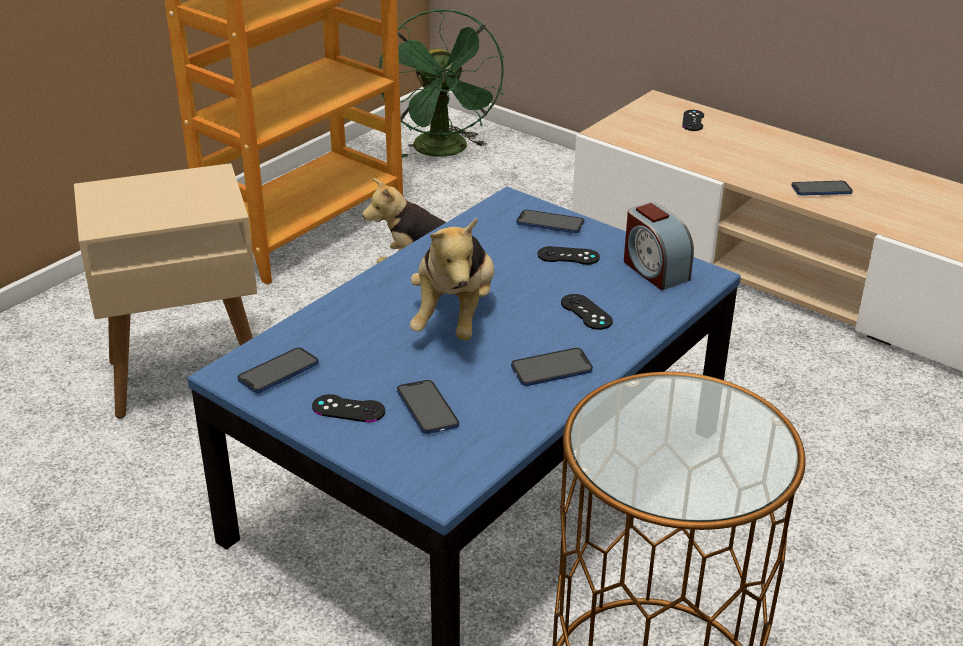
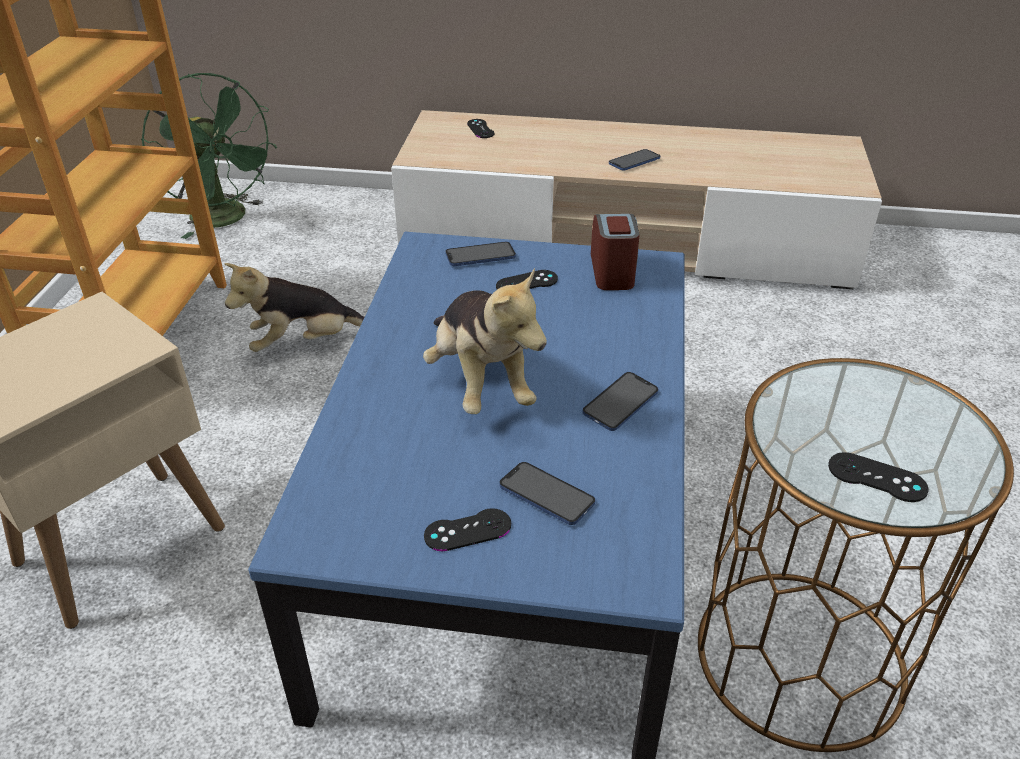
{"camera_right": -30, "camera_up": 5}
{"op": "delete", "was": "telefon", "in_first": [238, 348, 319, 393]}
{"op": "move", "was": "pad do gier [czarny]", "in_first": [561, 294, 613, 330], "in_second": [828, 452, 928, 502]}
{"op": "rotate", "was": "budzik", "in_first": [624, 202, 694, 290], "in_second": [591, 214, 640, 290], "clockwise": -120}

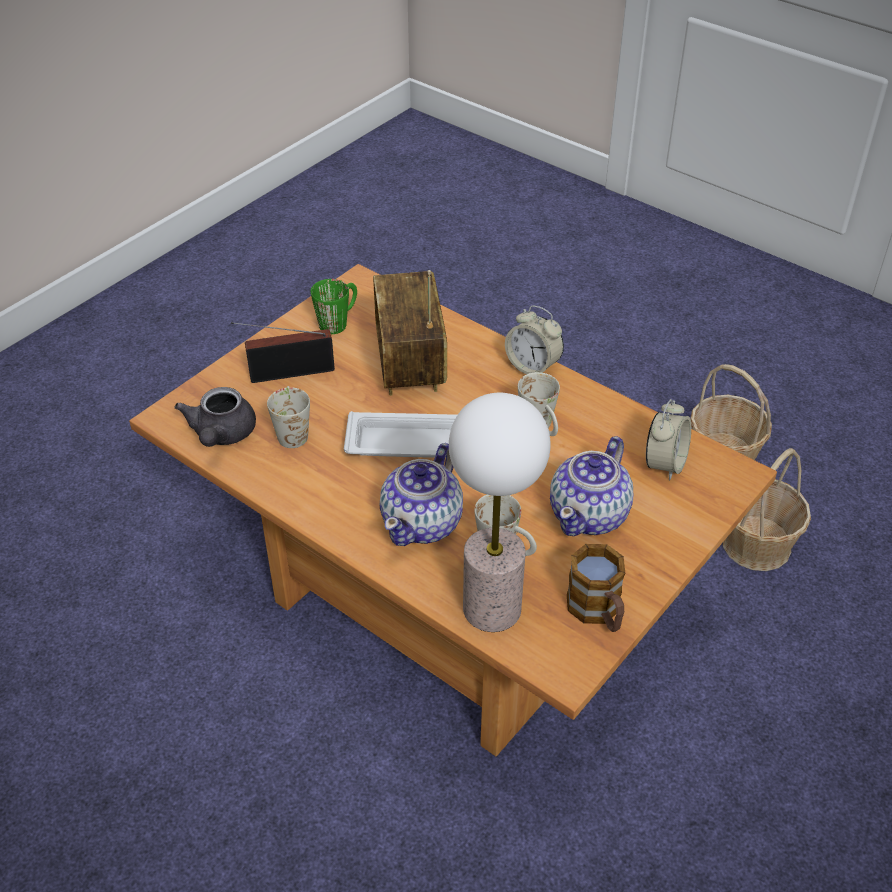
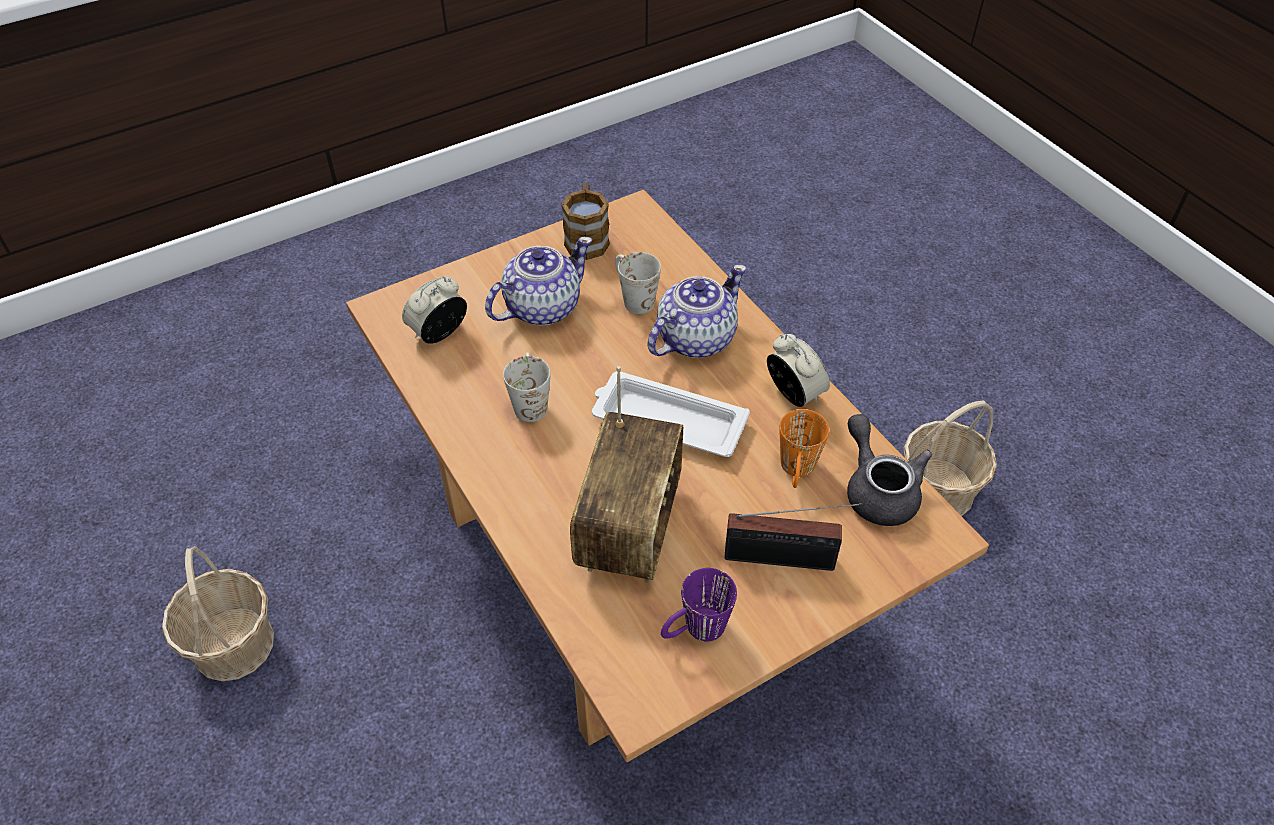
{"camera_right": -160, "camera_up": 5}
{"op": "delete", "was": "lampa stołowa", "in_first": [449, 393, 551, 632]}
{"op": "move", "was": "budzik", "in_first": [505, 305, 564, 374], "in_second": [767, 334, 830, 407]}
{"op": "move", "was": "koszyk", "in_first": [723, 448, 811, 571], "in_second": [904, 401, 997, 516]}
{"op": "recolor", "was": "kubek [biały]", "now": "kubek [pomarańczowy]", "in_first": [267, 386, 310, 448], "in_second": [779, 409, 829, 488]}
{"op": "recolor", "was": "kubek [zielony]", "now": "kubek [fioletowy]", "in_first": [311, 279, 357, 334], "in_second": [661, 568, 737, 641]}
{"op": "rotate", "was": "imbryk [szary]", "in_first": [175, 387, 256, 447], "in_second": [847, 414, 932, 526], "clockwise": -45}

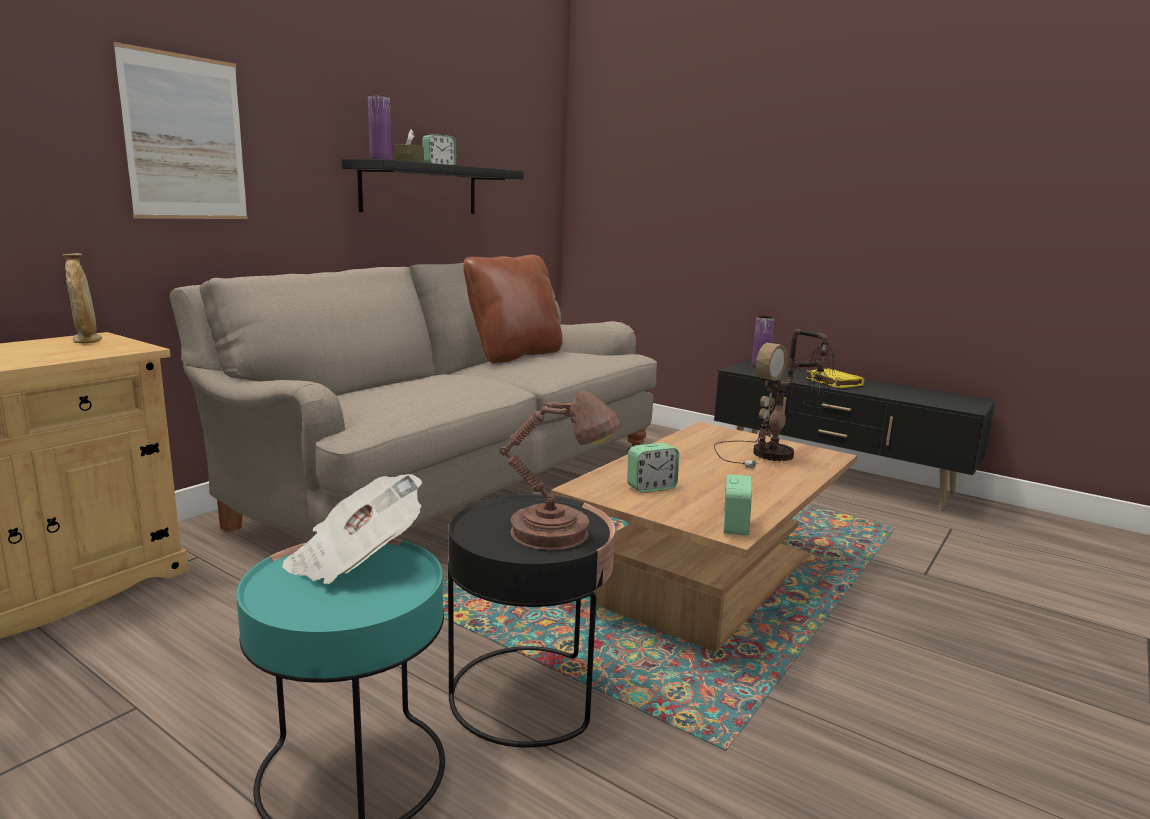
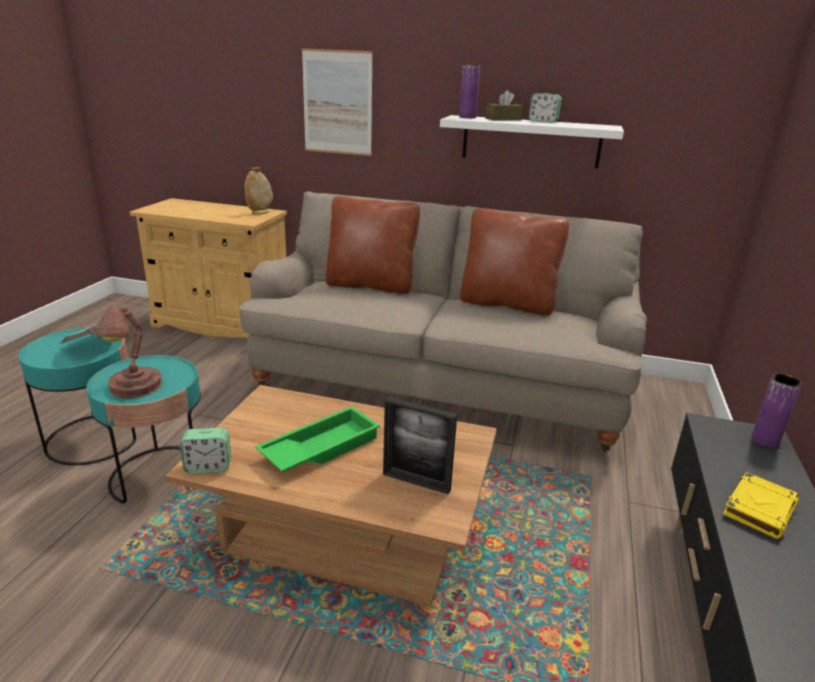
{"camera_right": 70, "camera_up": 10}
{"op": "delete", "was": "budzik", "in_first": [627, 443, 679, 493]}
{"op": "insert", "now": "taca [zielony]", "in_second": [255, 406, 380, 472]}
{"op": "insert", "now": "poduszka [brązowy]", "in_second": [326, 196, 420, 294]}
{"op": "replace", "was": "lampa stołowa", "now": "ramka na zdjęcie", "in_first": [714, 329, 835, 468], "in_second": [383, 397, 457, 494]}
{"op": "recolor", "was": "półka [czarny]", "now": "półka [biały]", "in_first": [342, 159, 524, 214], "in_second": [440, 115, 624, 168]}
{"op": "recolor", "was": "stolik [czarny]", "now": "stolik [turkusowy]", "in_first": [448, 494, 615, 748], "in_second": [86, 355, 201, 504]}

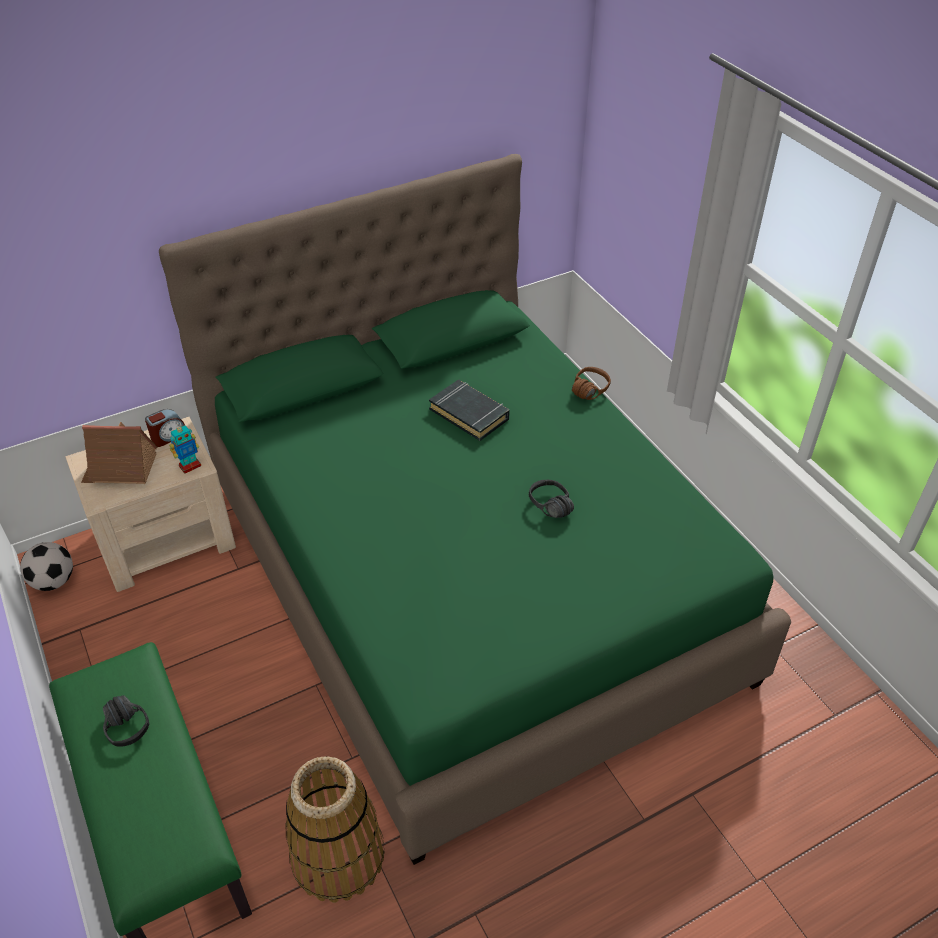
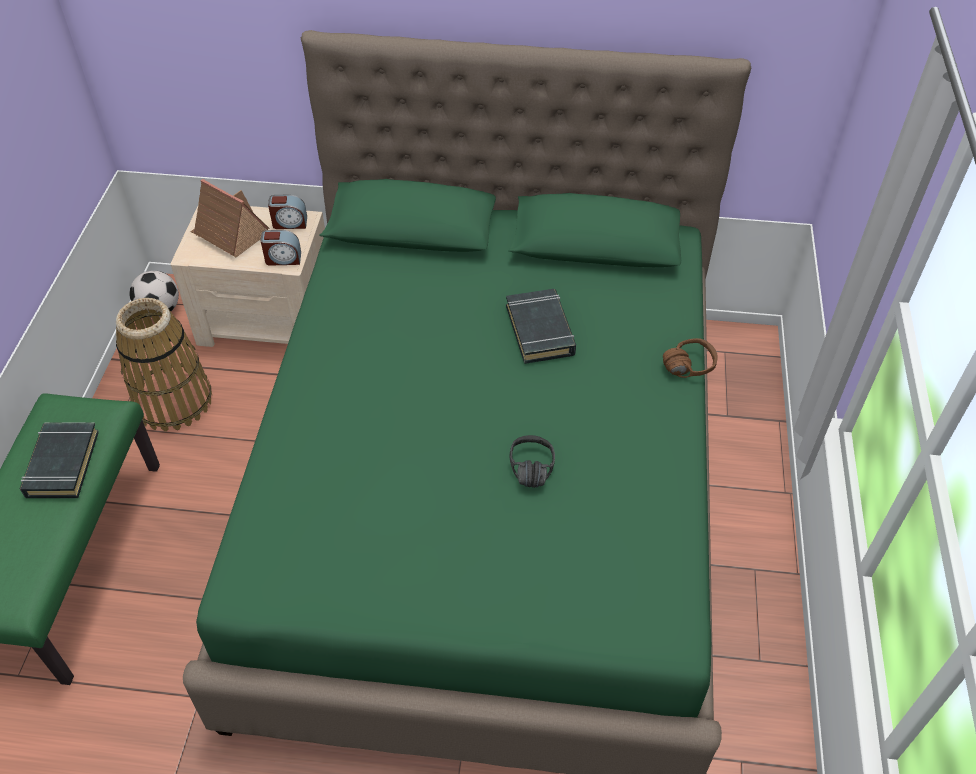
{"camera_right": 35, "camera_up": 5}
{"op": "move", "was": "koszyk", "in_first": [286, 756, 385, 903], "in_second": [116, 298, 212, 431]}
{"op": "replace", "was": "słuchawki [czarny]", "now": "książka [czarny]", "in_first": [103, 695, 149, 747], "in_second": [20, 422, 99, 498]}
{"op": "replace", "was": "robot zabawkowy", "now": "budzik", "in_first": [169, 424, 201, 474], "in_second": [260, 230, 301, 266]}

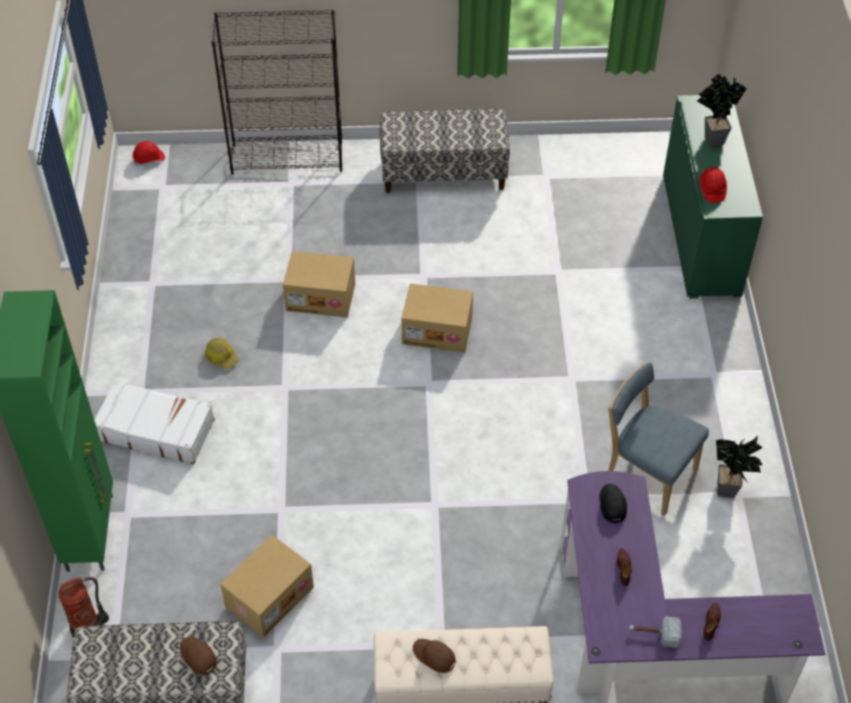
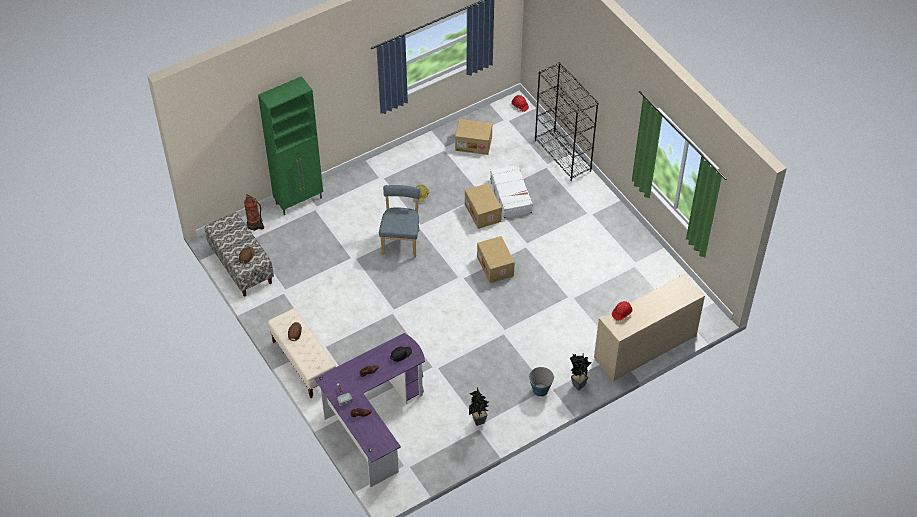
{"camera_right": 60, "camera_up": 0}
{"op": "delete", "was": "ławka", "in_first": [380, 108, 510, 193]}
{"op": "insert", "now": "wiadro", "in_second": [529, 367, 554, 397]}
{"op": "move", "was": "walizka [biały]", "in_first": [94, 381, 215, 464], "in_second": [490, 165, 533, 218]}
{"op": "move", "was": "karton", "in_first": [220, 535, 314, 638], "in_second": [455, 119, 492, 155]}
{"op": "move", "was": "krzesło [niebieski]", "in_first": [608, 362, 709, 516], "in_second": [379, 185, 420, 258]}
{"op": "move", "was": "roślina doniczkowa", "in_first": [697, 74, 747, 147], "in_second": [570, 353, 592, 390]}
{"op": "recolor", "was": "szafka [zielony]", "now": "szafka [beżowy]", "in_first": [663, 95, 763, 298], "in_second": [594, 273, 705, 382]}

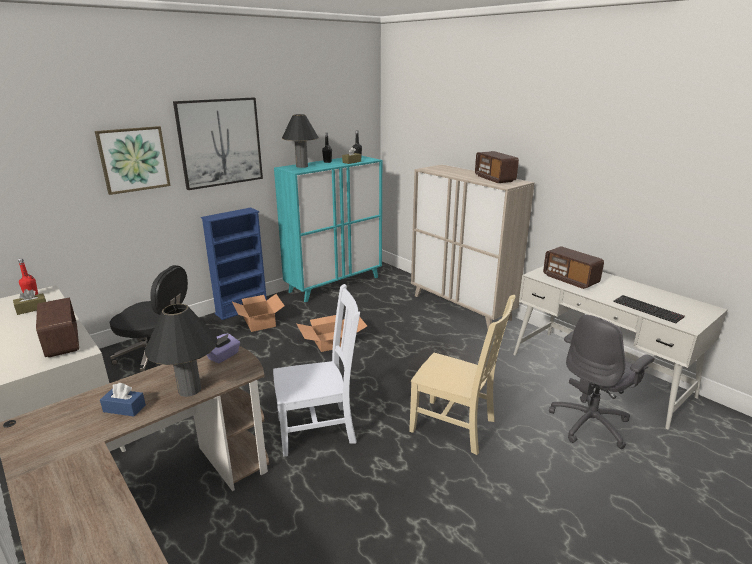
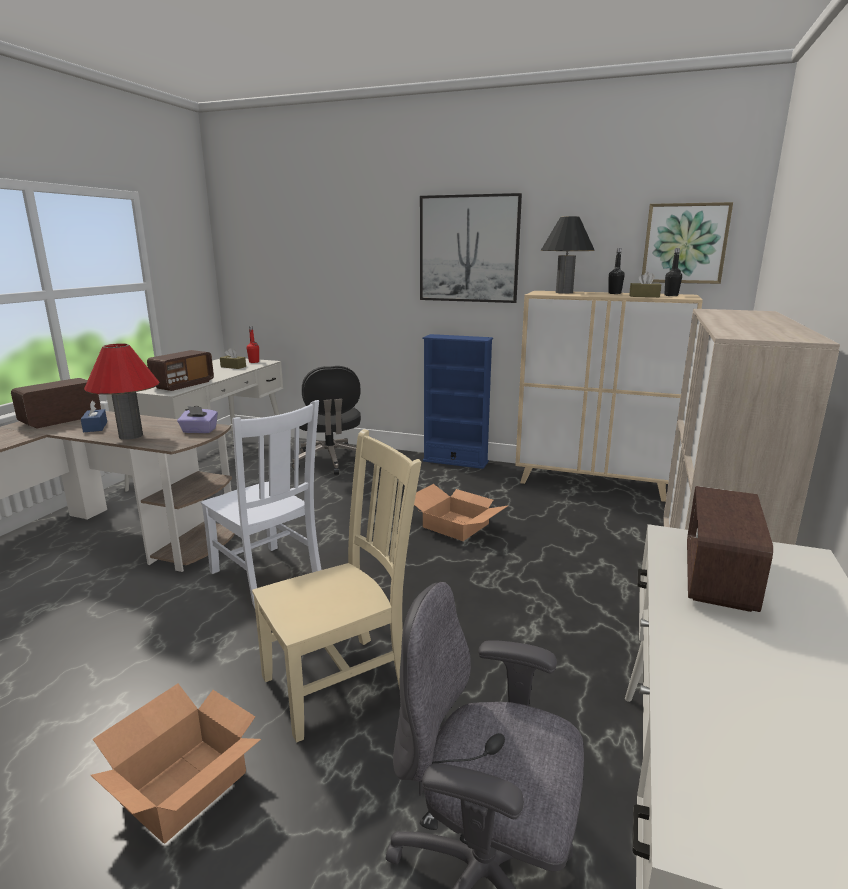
{"camera_right": 60, "camera_up": -5}
{"op": "delete", "was": "klawiatura", "in_first": [613, 295, 685, 323]}
{"op": "move", "was": "obraz", "in_first": [95, 126, 171, 195], "in_second": [642, 202, 733, 284]}
{"op": "move", "was": "karton", "in_first": [232, 294, 284, 332], "in_second": [90, 684, 261, 843]}
{"op": "move", "was": "radio", "in_first": [475, 151, 519, 183], "in_second": [11, 378, 101, 428]}
{"op": "recolor", "was": "lampa stołowa [czarny]", "now": "lampa stołowa [czerwony]", "in_first": [145, 304, 218, 397], "in_second": [84, 343, 159, 440]}
{"op": "recolor", "was": "szafka [turkusowy]", "now": "szafka [beżowy]", "in_first": [274, 156, 382, 302], "in_second": [515, 291, 703, 502]}
{"op": "rotate", "was": "krzesło [beżowy]", "in_first": [409, 295, 516, 455], "in_second": [252, 429, 421, 743], "clockwise": -120}

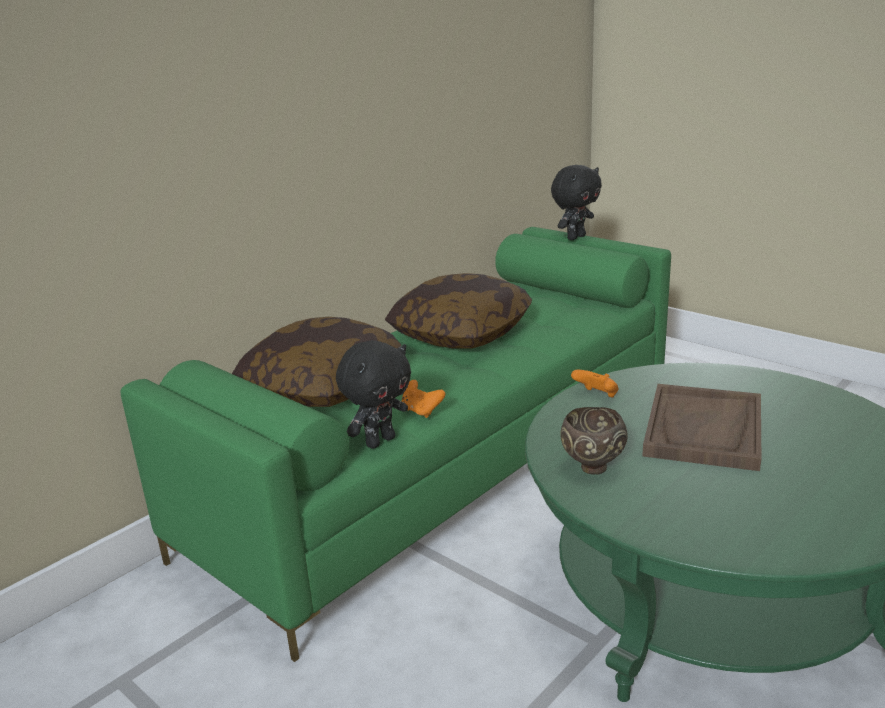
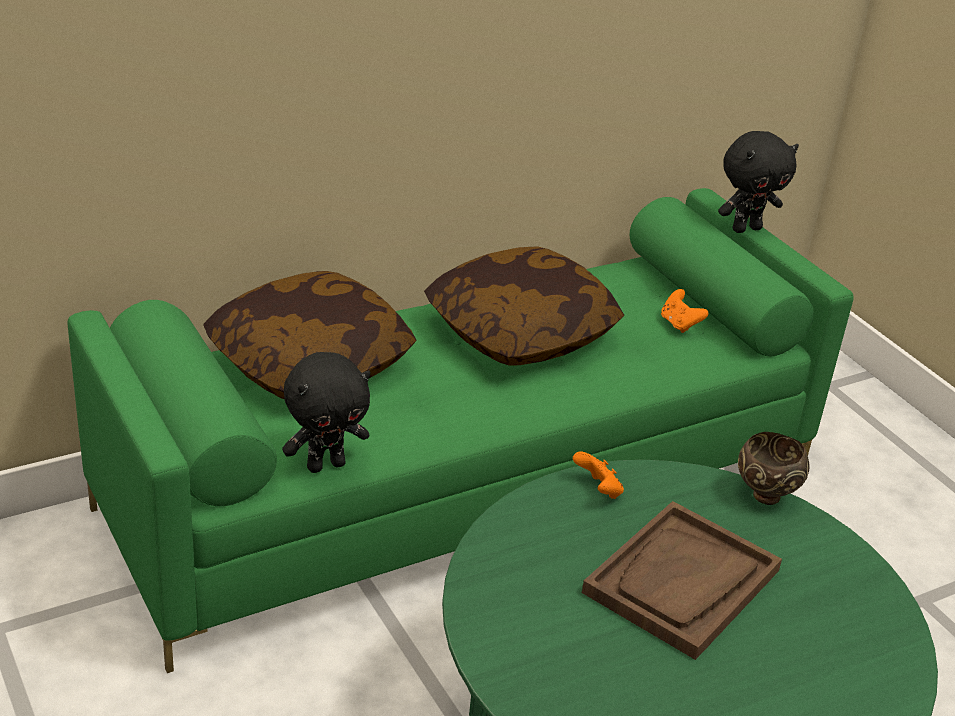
{"camera_right": 15, "camera_up": 10}
{"op": "move", "was": "pad do gier [pomarańczowy]", "in_first": [402, 380, 445, 418], "in_second": [661, 289, 709, 333]}
{"op": "move", "was": "miska [brązowy]", "in_first": [560, 407, 628, 475], "in_second": [738, 432, 810, 505]}

